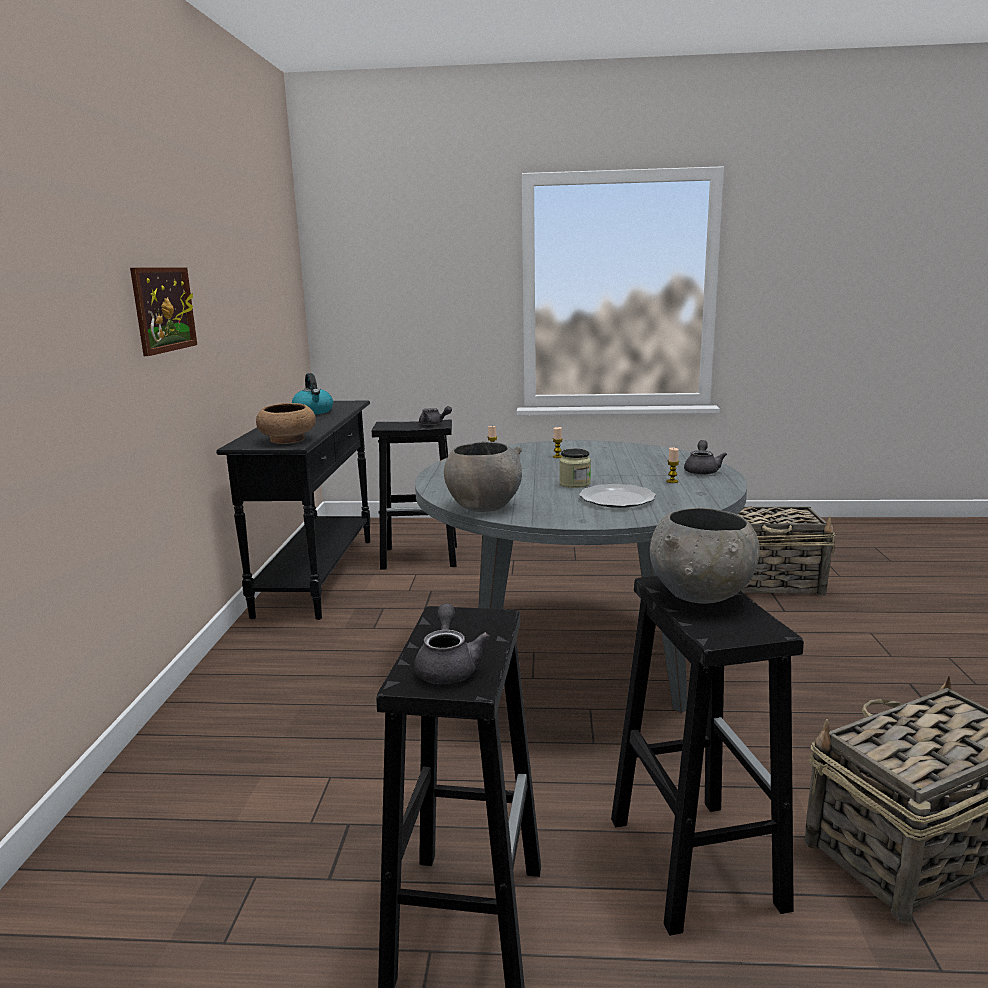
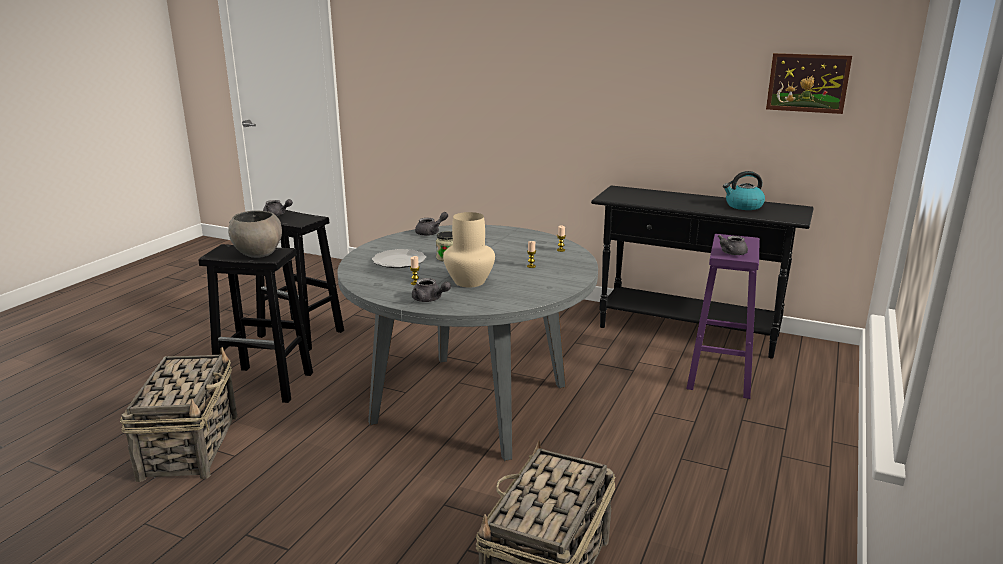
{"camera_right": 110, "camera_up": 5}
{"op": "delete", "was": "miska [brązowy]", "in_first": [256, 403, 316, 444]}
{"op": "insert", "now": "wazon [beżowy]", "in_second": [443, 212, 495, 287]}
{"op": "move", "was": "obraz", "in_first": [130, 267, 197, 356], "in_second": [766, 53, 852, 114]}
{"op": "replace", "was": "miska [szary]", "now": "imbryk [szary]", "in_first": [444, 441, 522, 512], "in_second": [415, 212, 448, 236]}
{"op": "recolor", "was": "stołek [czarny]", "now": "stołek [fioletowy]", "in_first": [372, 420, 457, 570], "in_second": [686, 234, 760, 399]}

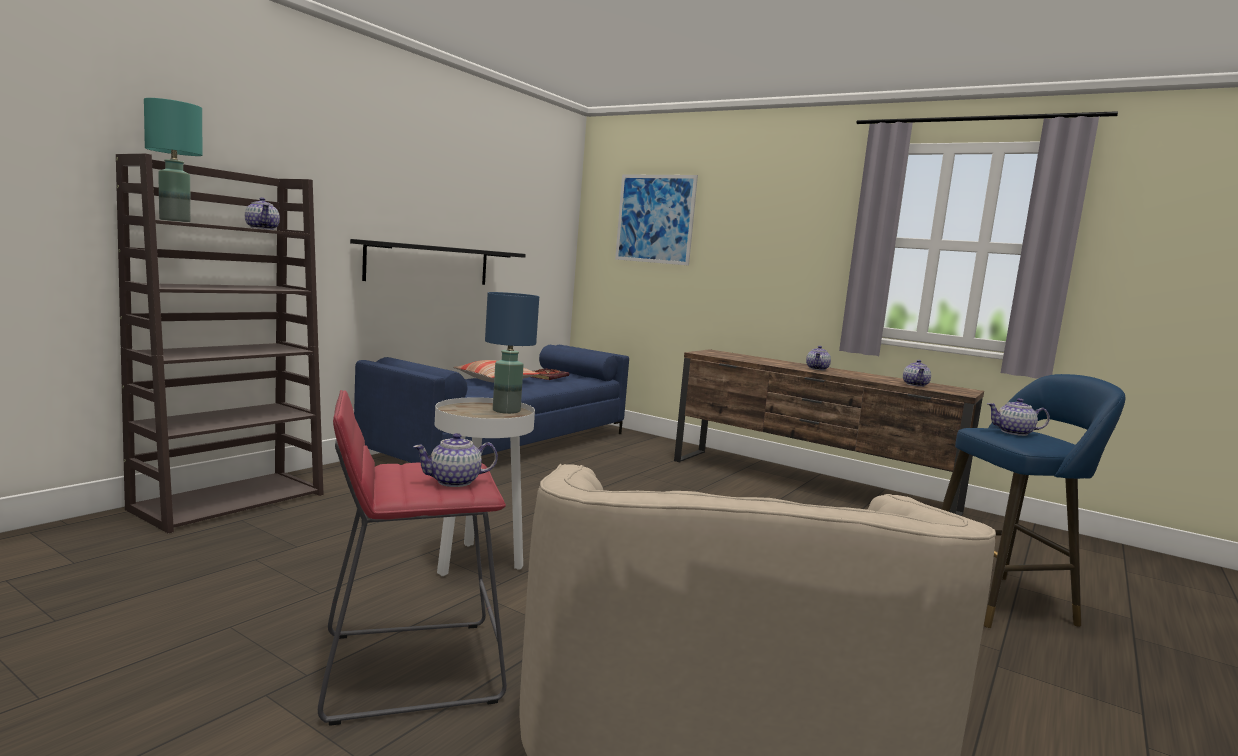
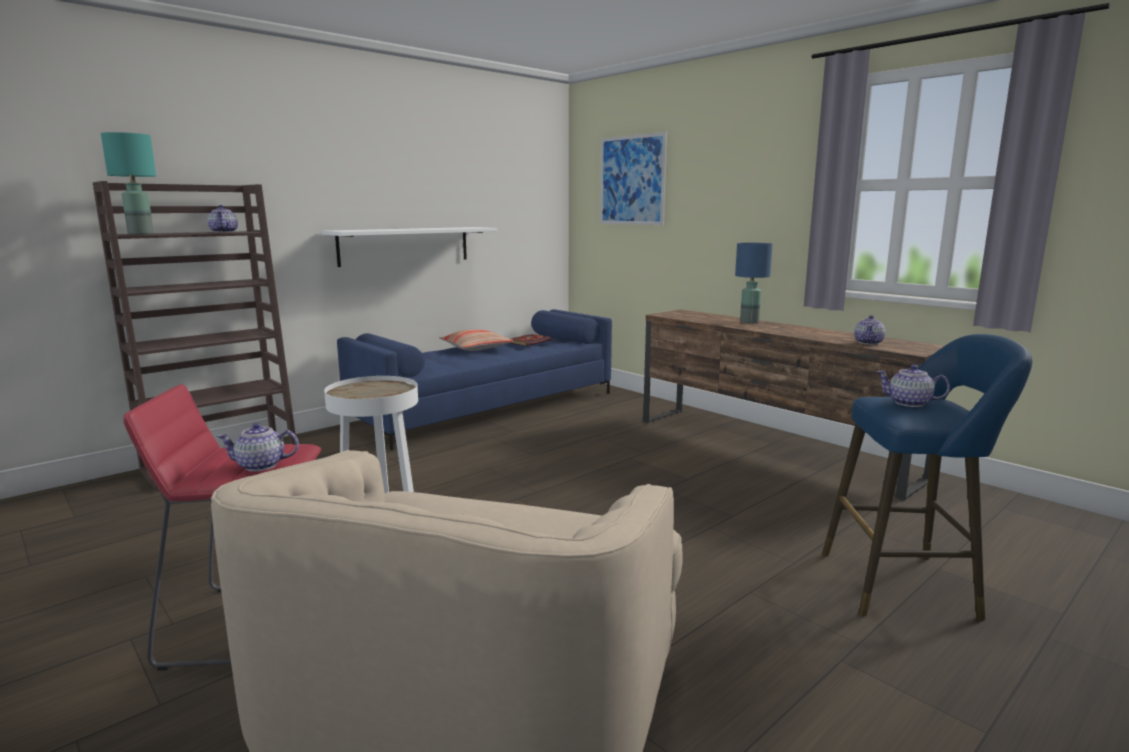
{"camera_right": 15, "camera_up": 5}
{"op": "delete", "was": "imbryk", "in_first": [806, 346, 831, 370]}
{"op": "move", "was": "lampa stołowa [niebieski]", "in_first": [485, 292, 539, 414], "in_second": [735, 243, 773, 323]}
{"op": "recolor", "was": "półka [czarny]", "now": "półka [biały]", "in_first": [350, 239, 526, 285], "in_second": [322, 227, 497, 267]}

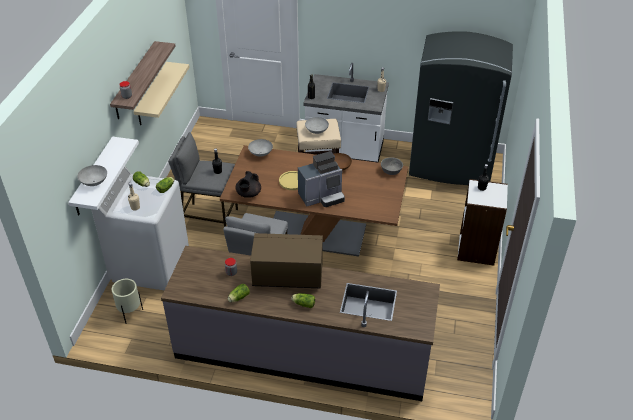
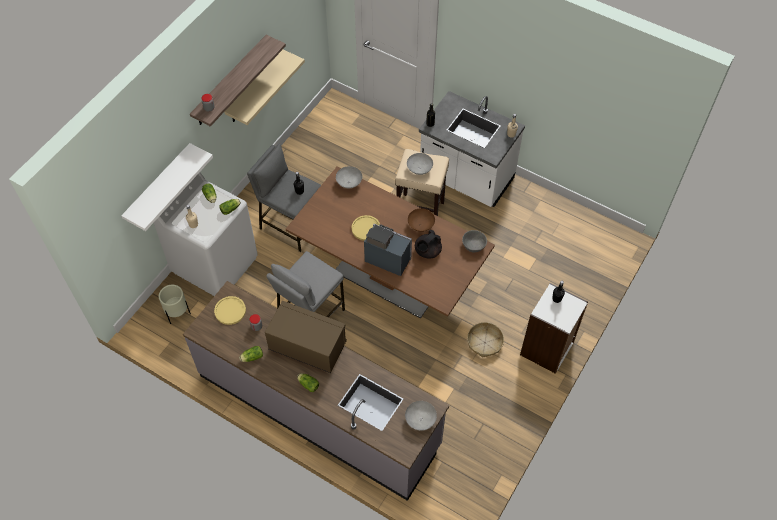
{"camera_right": 20, "camera_up": 15}
{"op": "delete", "was": "lodówka [szary]", "in_first": [409, 31, 513, 185]}
{"op": "insert", "now": "talerz [żółty]", "in_second": [214, 296, 246, 325]}
{"op": "insert", "now": "koszyk", "in_second": [467, 322, 504, 358]}
{"op": "move", "was": "miska [szary]", "in_first": [77, 165, 107, 186], "in_second": [405, 401, 437, 430]}
{"op": "move", "was": "imbryk [czarny]", "in_first": [236, 171, 261, 198], "in_second": [415, 230, 442, 259]}
{"op": "rotate", "was": "ekspres do kawy", "in_first": [298, 151, 345, 207], "in_second": [364, 224, 412, 276], "clockwise": -150}

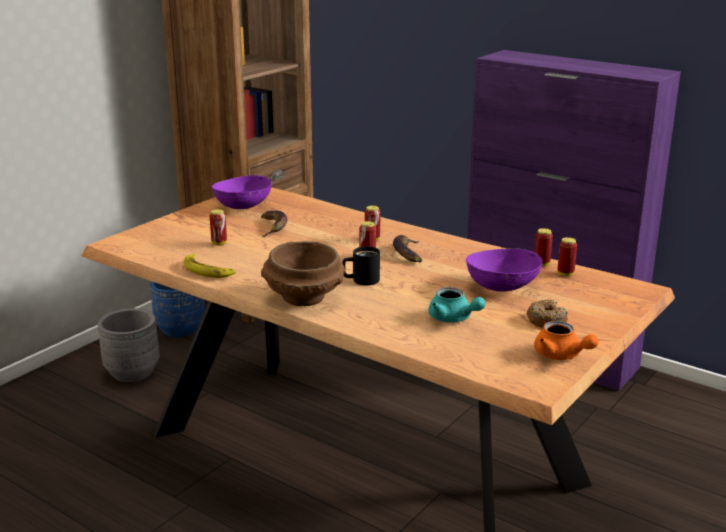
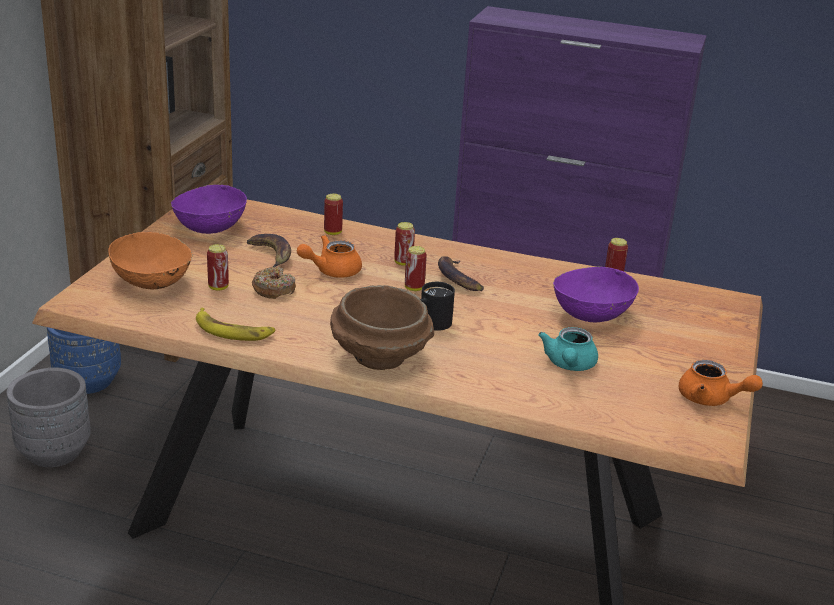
{"camera_right": -20, "camera_up": 5}
{"op": "insert", "now": "miska [pomarańczowy]", "in_second": [108, 232, 193, 289]}
{"op": "insert", "now": "imbryk [pomarańczowy]", "in_second": [297, 235, 362, 278]}
{"op": "move", "was": "donut", "in_first": [527, 299, 568, 328], "in_second": [252, 267, 296, 299]}
{"op": "move", "was": "puszka", "in_first": [557, 237, 577, 276], "in_second": [324, 194, 343, 235]}
{"op": "rotate", "was": "imbryk [turkusowy]", "in_first": [429, 287, 486, 323], "in_second": [538, 327, 598, 371], "clockwise": 75}

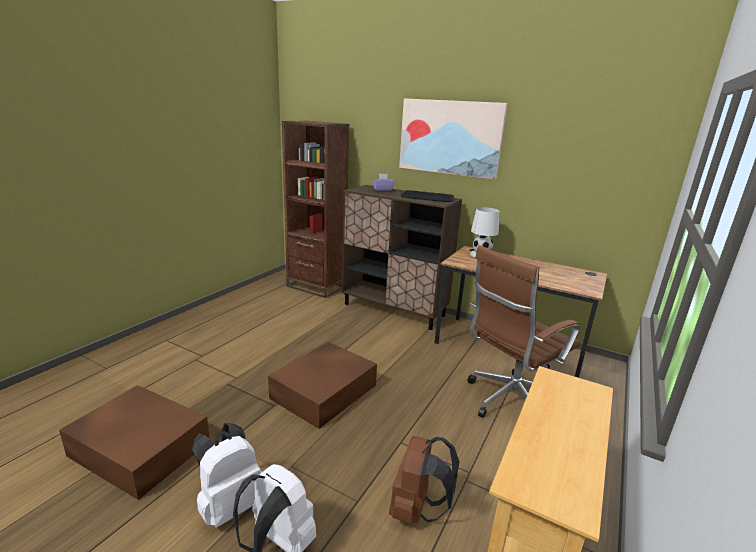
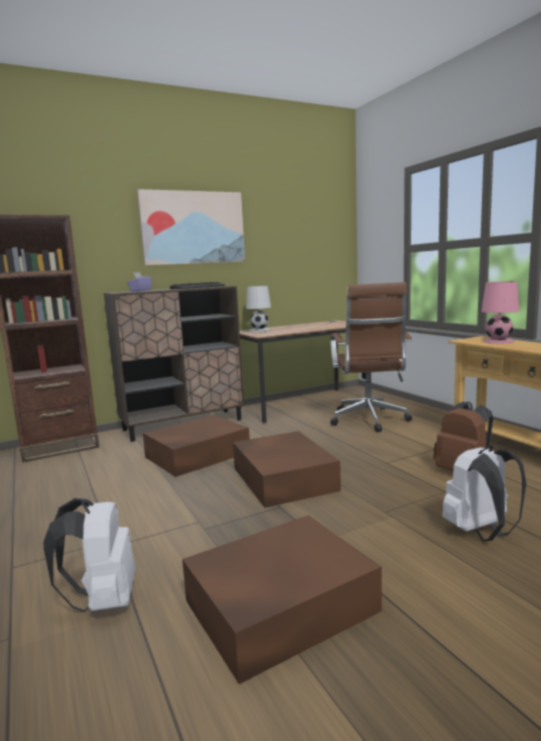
{"camera_right": -55, "camera_up": -10}
{"op": "insert", "now": "pojemnik do przechowywania [brązowy]", "in_second": [143, 415, 250, 477]}
{"op": "insert", "now": "lampa stołowa [różowy]", "in_second": [482, 281, 519, 344]}
{"op": "move", "was": "plecak [biały]", "in_first": [192, 423, 262, 528], "in_second": [43, 498, 136, 612]}

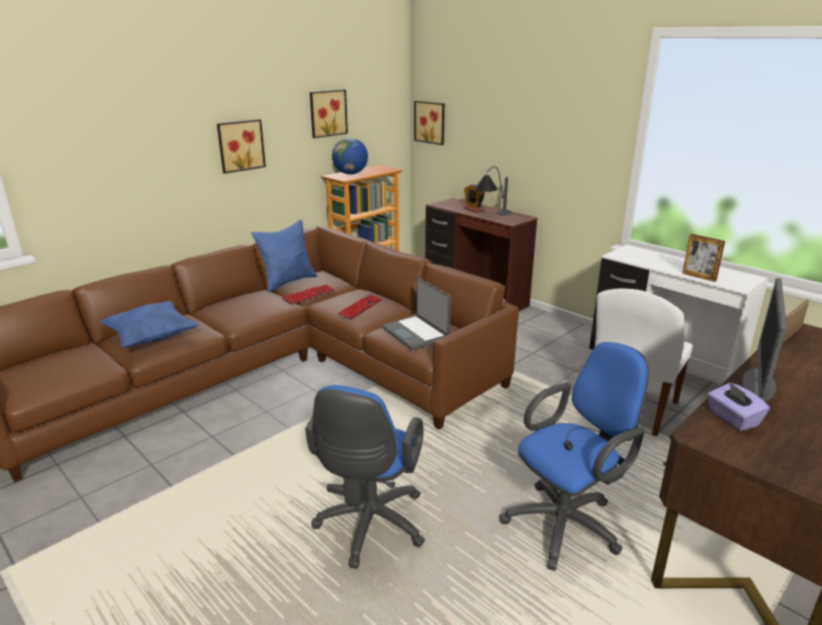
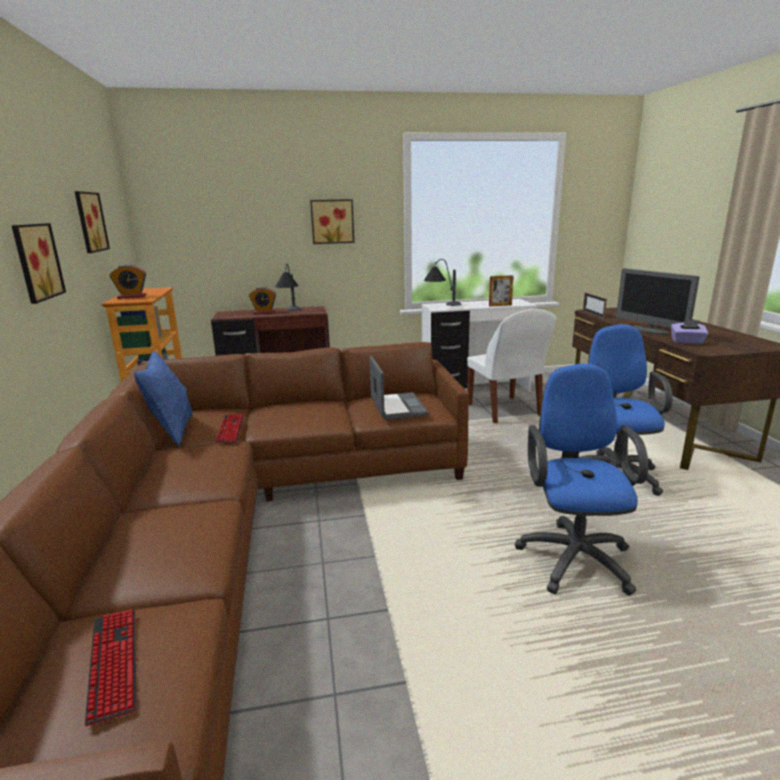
{"camera_right": -55, "camera_up": -5}
{"op": "delete", "was": "poduszka [niebieski]", "in_first": [100, 301, 199, 348]}
{"op": "insert", "now": "lampa stołowa", "in_second": [424, 259, 461, 306]}
{"op": "move", "was": "klawiatura", "in_first": [338, 295, 382, 319], "in_second": [85, 609, 136, 726]}
{"op": "move", "was": "obraz", "in_first": [414, 101, 445, 145], "in_second": [310, 199, 354, 244]}
{"op": "replace", "was": "globus", "now": "budzik", "in_first": [332, 137, 368, 175], "in_second": [109, 264, 147, 299]}
{"op": "rotate", "was": "krzesło biurowe [niebieski]", "in_first": [305, 385, 425, 569], "in_second": [515, 363, 648, 596], "clockwise": -135}
{"op": "rotate", "was": "laptop", "in_first": [382, 278, 451, 350], "in_second": [370, 356, 428, 420], "clockwise": -105}

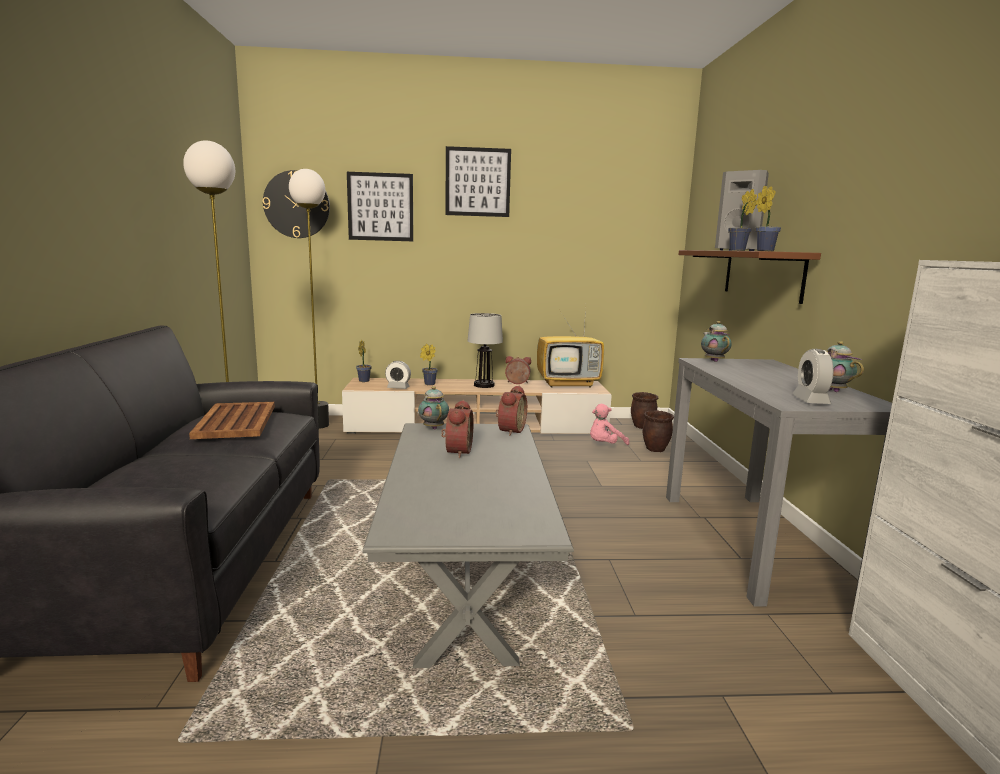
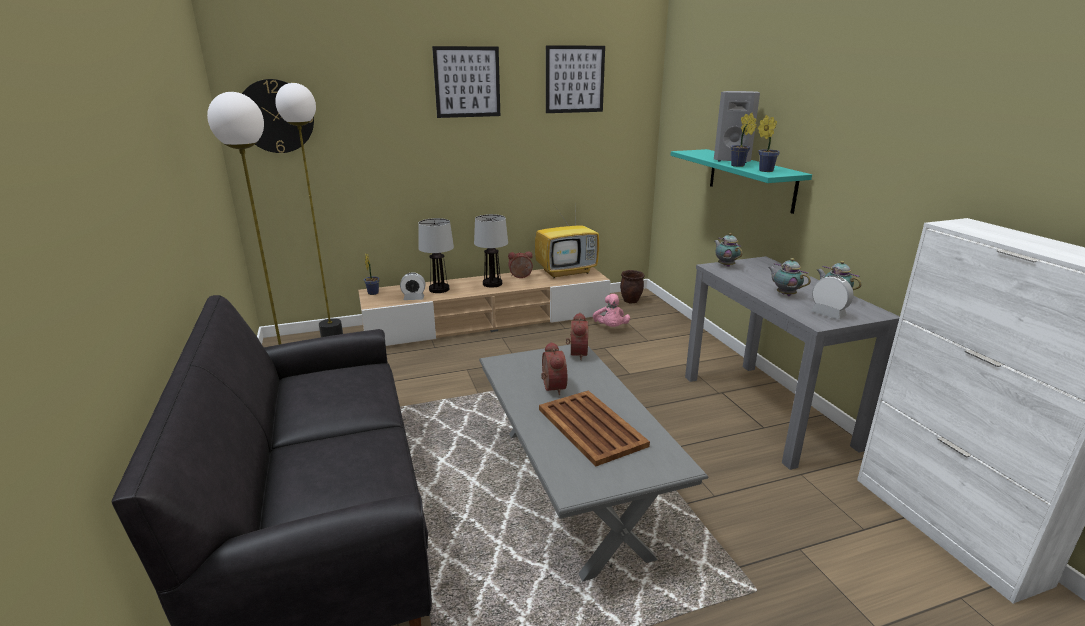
{"camera_right": -15, "camera_up": 10}
{"op": "delete", "was": "donica [brązowy]", "in_first": [642, 410, 674, 452]}
{"op": "move", "was": "taca [brązowy]", "in_first": [189, 402, 275, 439], "in_second": [539, 391, 650, 467]}
{"op": "move", "was": "obraz", "in_first": [347, 172, 413, 241], "in_second": [546, 45, 605, 113]}
{"op": "move", "was": "imbryk", "in_first": [418, 386, 449, 429], "in_second": [768, 258, 811, 296]}
{"op": "replace", "was": "roślina doniczkowa", "now": "lampa stołowa", "in_first": [420, 344, 438, 385], "in_second": [418, 218, 454, 293]}
{"op": "recolor", "was": "półka [brązowy]", "now": "półka [turkusowy]", "in_first": [678, 250, 821, 304], "in_second": [670, 149, 812, 214]}
{"op": "rotate", "was": "pluszak [różowy]", "in_first": [590, 404, 629, 445], "in_second": [593, 294, 630, 327], "clockwise": -45}
{"op": "rotate", "was": "budzik", "in_first": [792, 349, 834, 404], "in_second": [811, 275, 854, 320], "clockwise": 150}

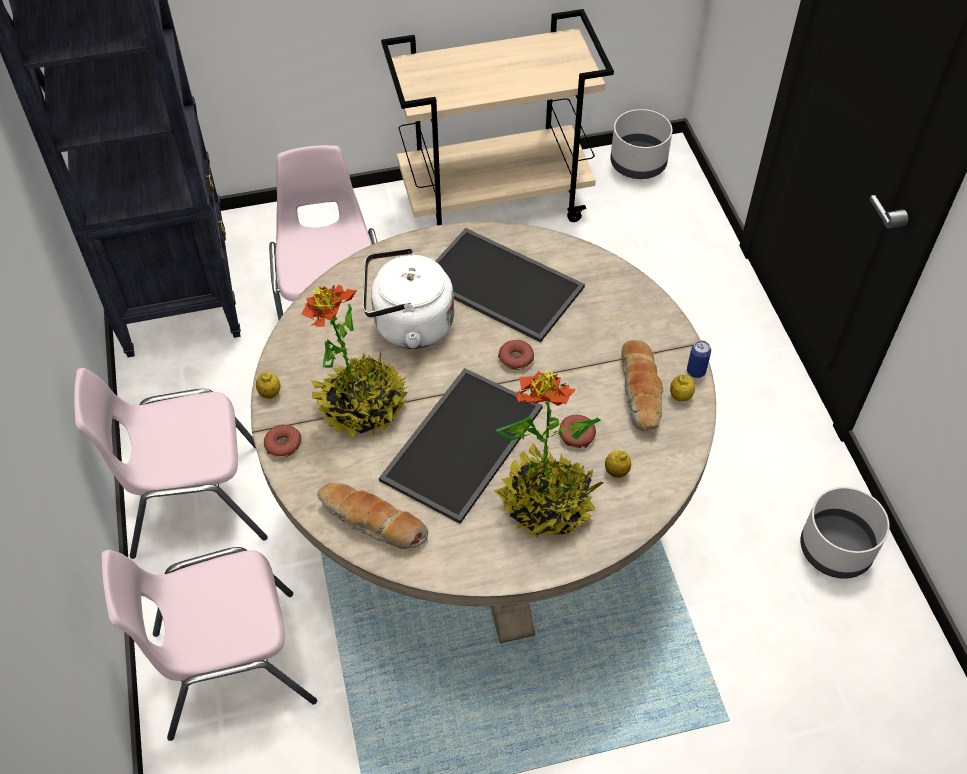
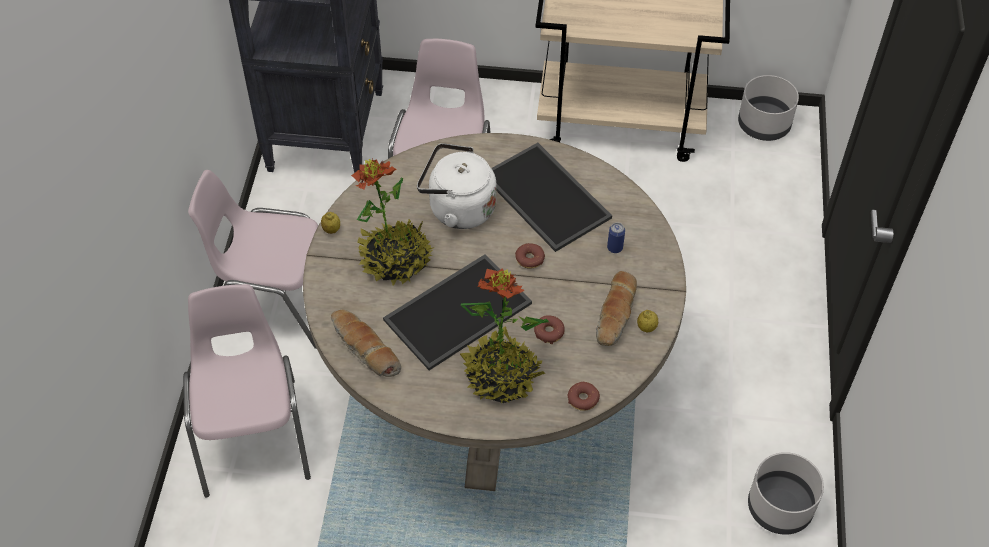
{"camera_right": 20, "camera_up": 0}
{"op": "delete", "was": "cytryna", "in_first": [605, 450, 631, 478]}
{"op": "move", "was": "donut", "in_first": [264, 425, 301, 458], "in_second": [568, 382, 600, 411]}
{"op": "move", "was": "puszka", "in_first": [687, 340, 711, 378], "in_second": [607, 222, 625, 253]}
{"op": "rotate", "was": "krzesło [różowy]", "in_first": [102, 547, 317, 741], "in_second": [183, 284, 311, 497], "clockwise": 75}

